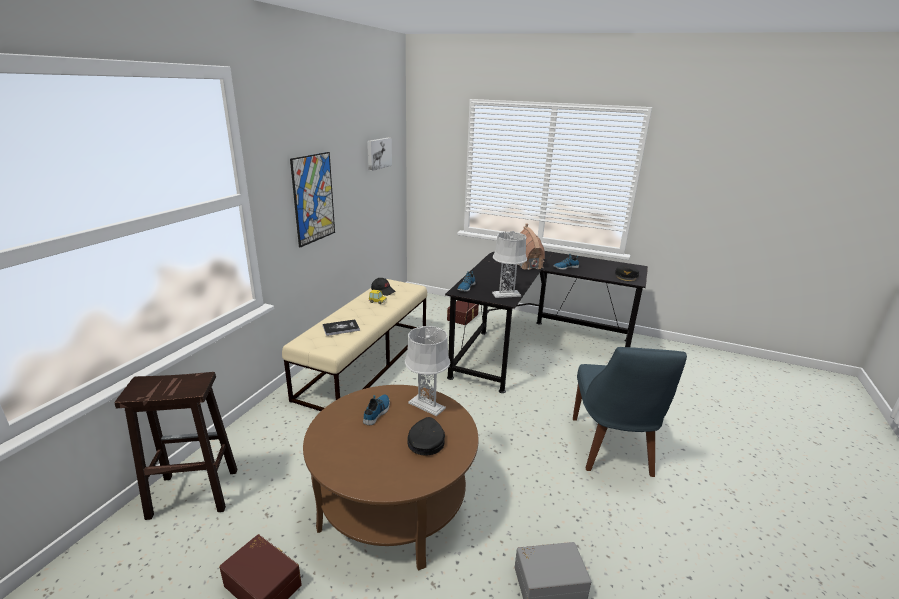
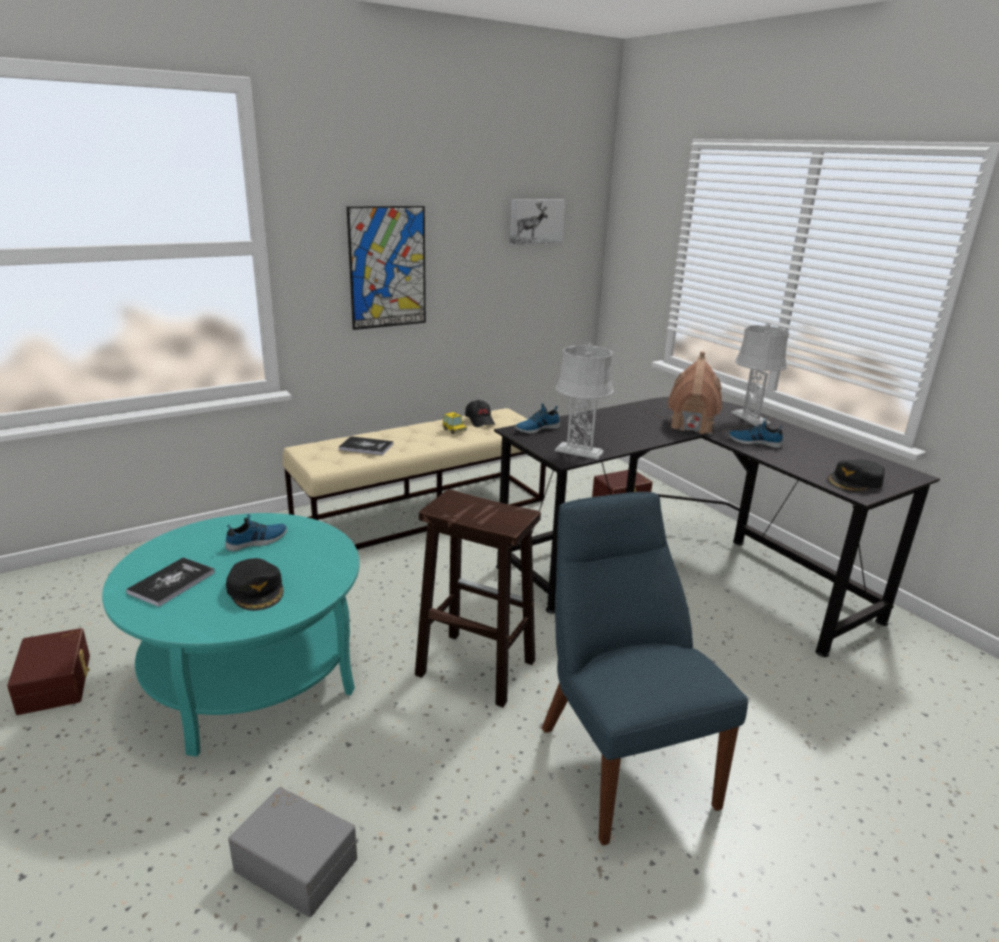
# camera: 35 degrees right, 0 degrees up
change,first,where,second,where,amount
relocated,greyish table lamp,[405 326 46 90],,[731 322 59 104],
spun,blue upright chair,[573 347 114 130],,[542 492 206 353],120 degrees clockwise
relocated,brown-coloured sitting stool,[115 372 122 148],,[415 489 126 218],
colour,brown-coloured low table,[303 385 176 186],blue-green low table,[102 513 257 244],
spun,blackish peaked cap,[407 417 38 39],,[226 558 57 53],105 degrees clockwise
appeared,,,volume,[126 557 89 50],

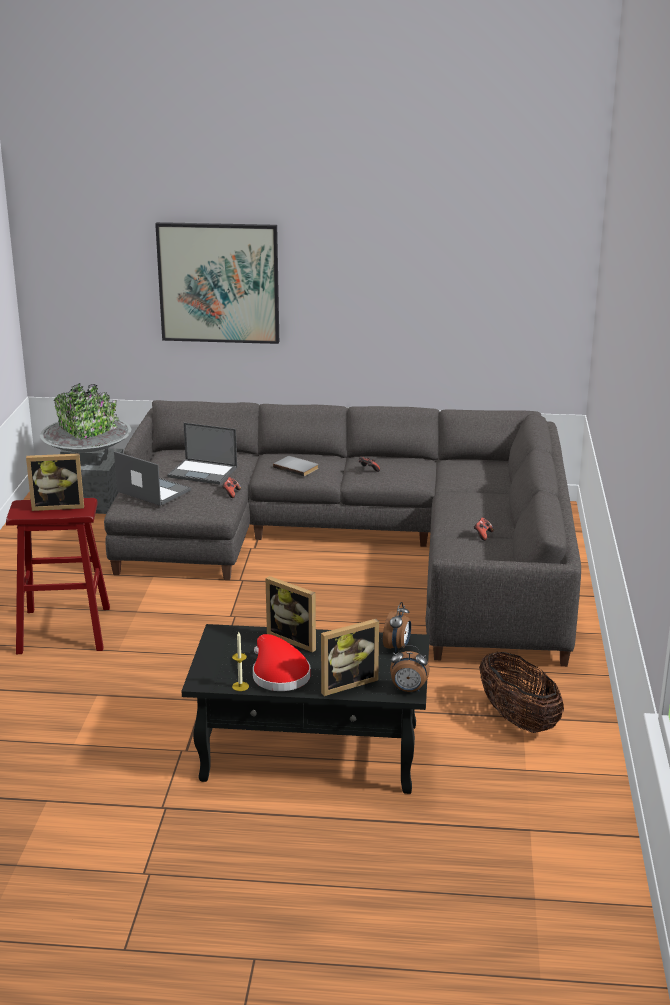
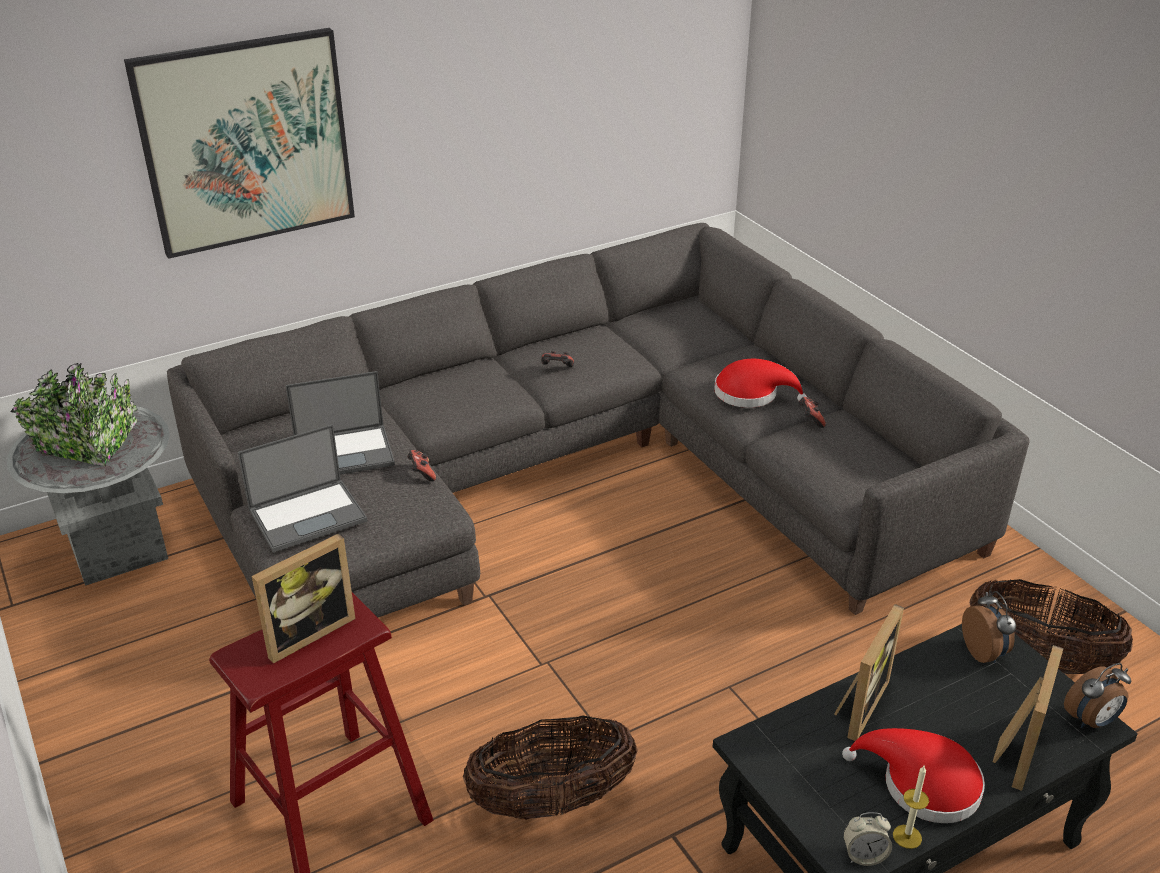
# camera: 35 degrees left, 10 degrees up
change,first,where,second,where,amount
spun,portable computer,[114 451 77 55],,[238 424 130 128],150 degrees clockwise
missing,greyish volume,[273 456 46 20],,,
spun,photo frame,[265 576 51 76],,[834 604 70 137],60 degrees counterclockwise
appeared,,,reddish hat,[714 359 93 49],
appeared,,,basket,[463 715 175 105],
appeared,,,table clock,[843 812 49 54],

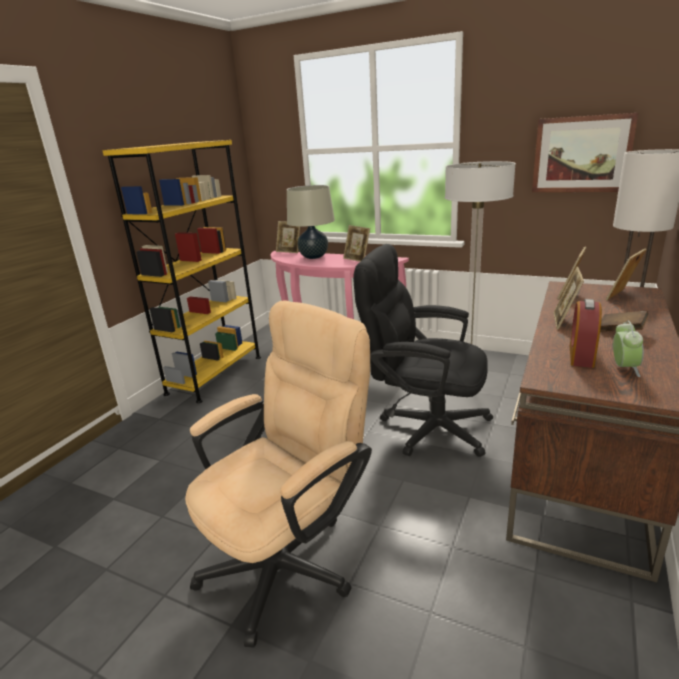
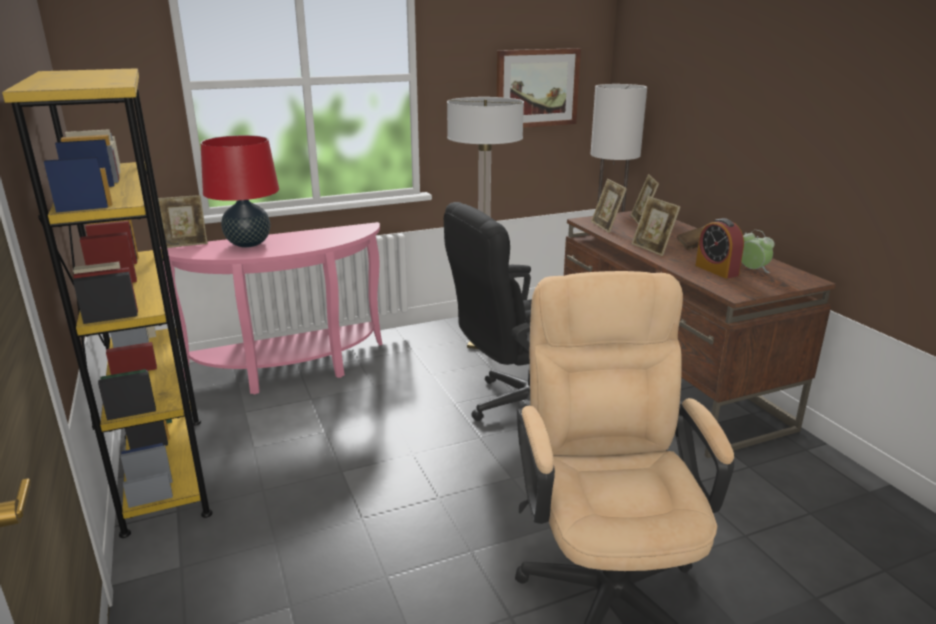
# camera: 50 degrees left, 0 degrees up
change,first,where,second,where,amount
colour,beige-coloured table lamp,[287 185 48 74],reddish table lamp,[200 135 79 113],
missing,photo frame,[343 225 27 37],,,

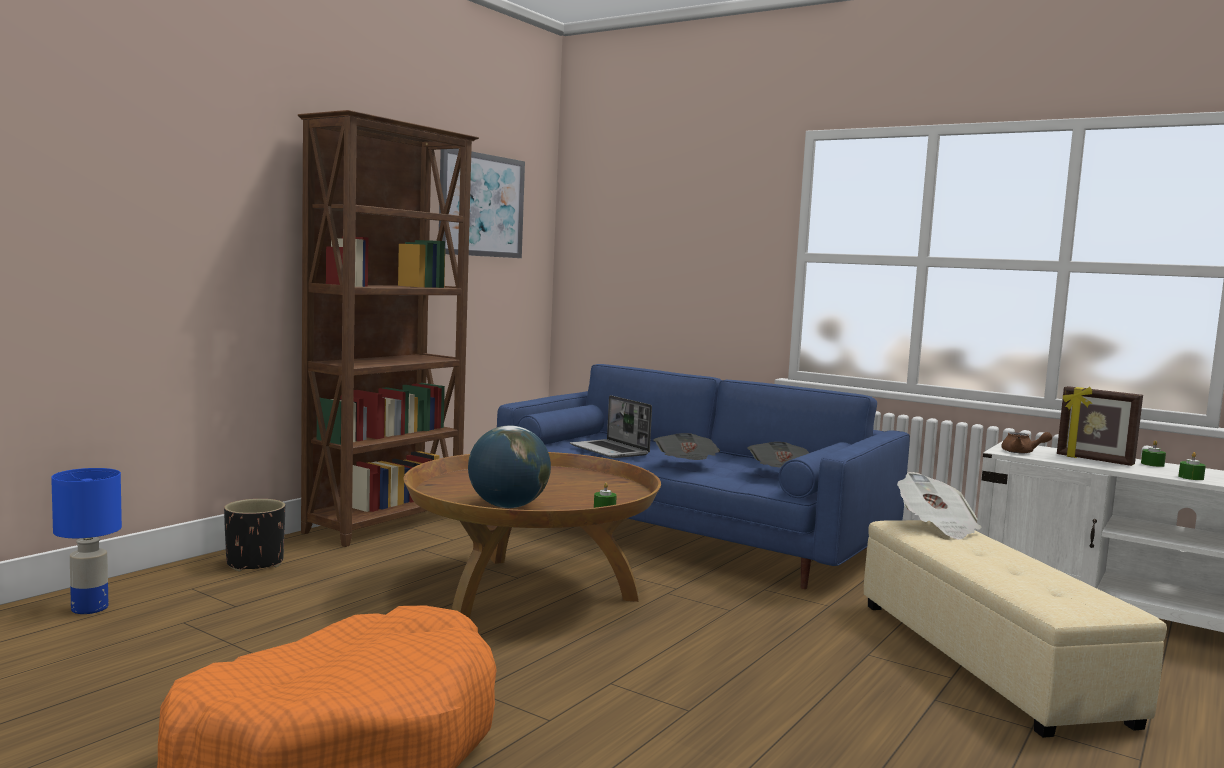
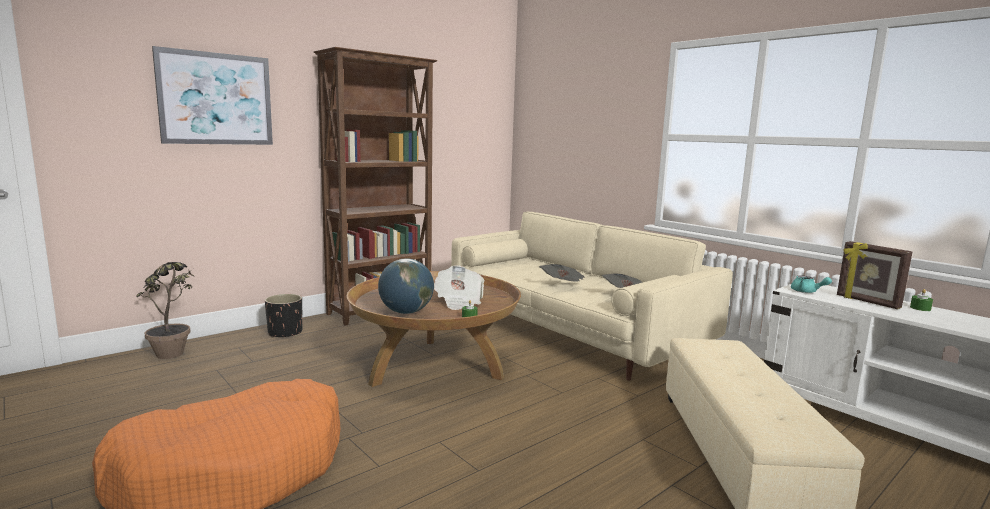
# camera: 15 degrees right, 5 degrees up
change,first,where,second,where,amount
relocated,picture,[439 149 86 109],,[152 46 121 99],
colour,blue settee,[497 364 413 225],beige-coloured settee,[451 212 282 168],
missing,portable computer,[570 395 82 63],,,
colour,brown-coloured pot for tea,[1001 432 51 22],blue-green pot for tea,[791 276 41 17],
missing,greenish wax light,[1178 452 28 28],,,
exchanged,blue table lamp,[51 468 71 146],potted plant,[136 262 58 97],
relocated,newspaper,[897 472 85 68],,[434 265 50 45],

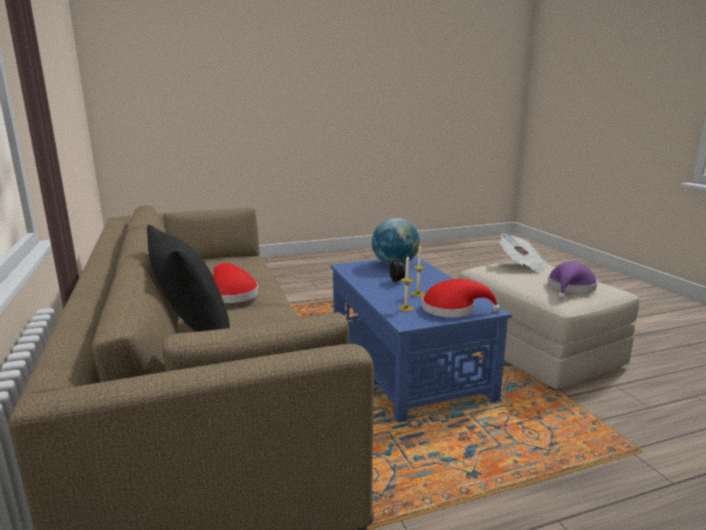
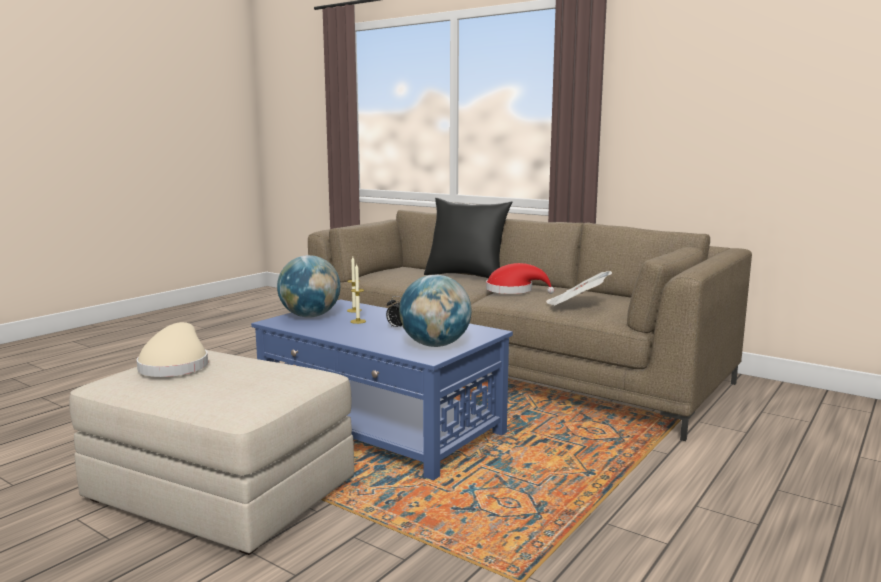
# camera: 145 degrees right, 5 degrees down
change,first,where,second,where,amount
relocated,newspaper,[499 234 49 39],,[546 271 66 35],
colour,purple-coloured hat,[548 261 49 39],beige-coloured hat,[137 322 71 55],
exchanged,reddish hat,[422 279 78 39],globe,[277 255 64 63],

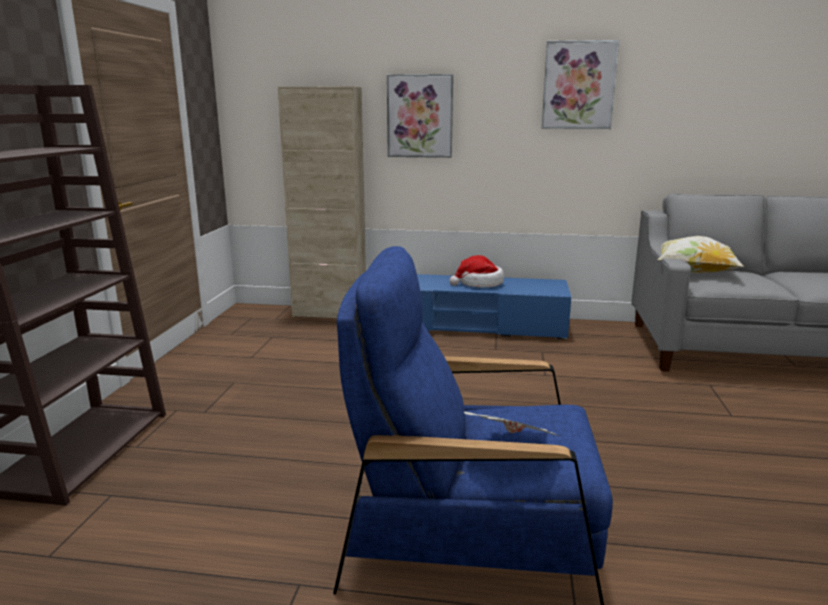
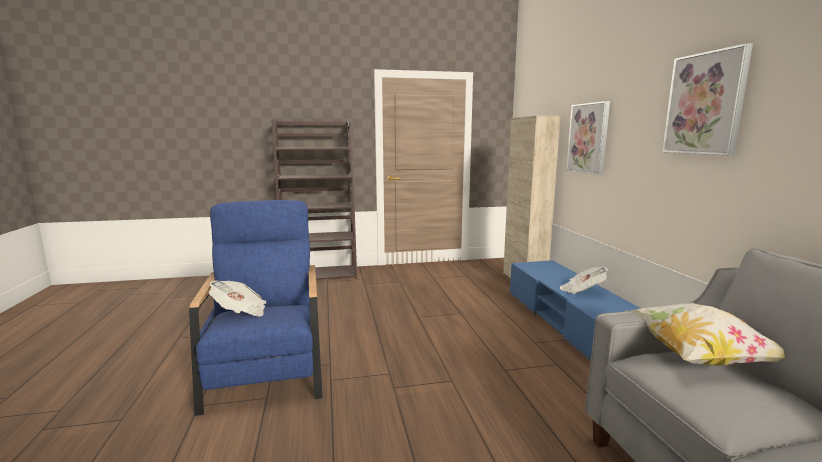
# camera: 70 degrees right, 5 degrees down
change,first,where,second,where,amount
exchanged,hat,[449 255 55 33],newspaper,[559 267 49 27],

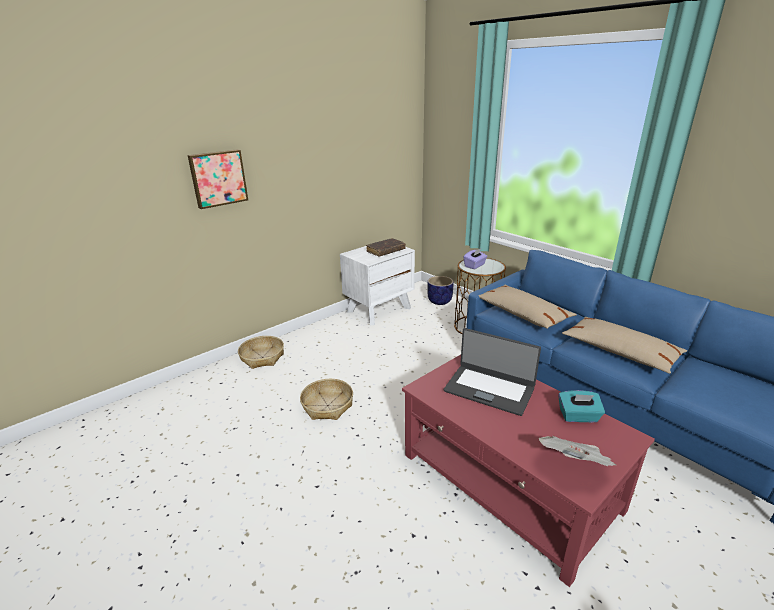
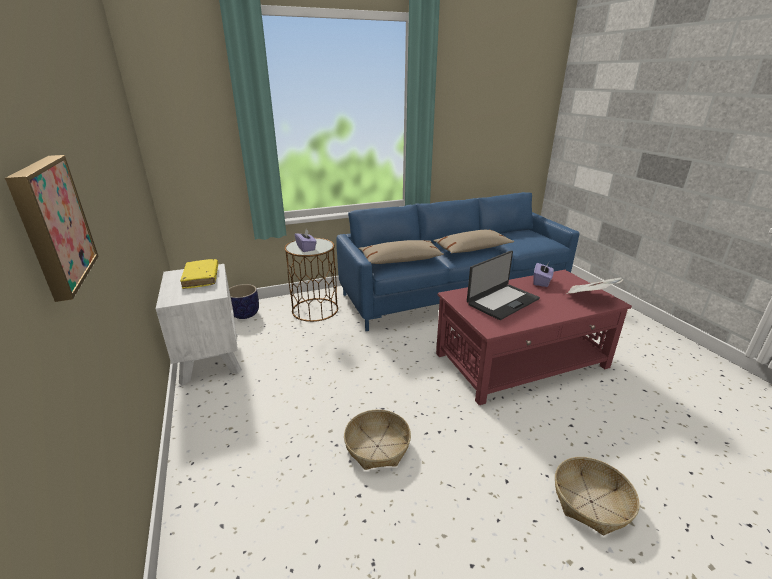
# camera: 70 degrees left, 0 degrees up
change,first,where,second,where,amount
colour,brown-coloured volume,[366 238 40 18],yellow volume,[180 259 38 30],
relocated,basket,[238 336 46 33],,[555 457 85 79],
colour,blue-green box of tissues,[558 390 47 32],purple-coloured box of tissues,[533 262 21 25],

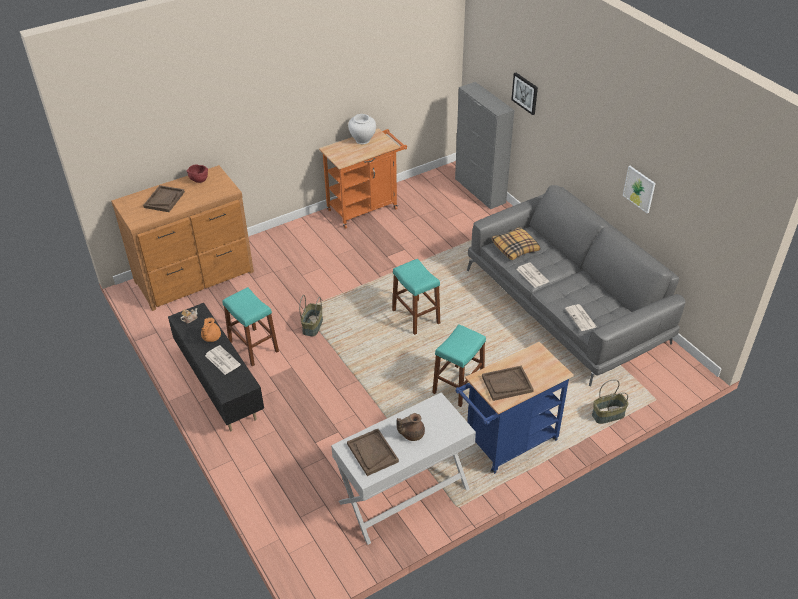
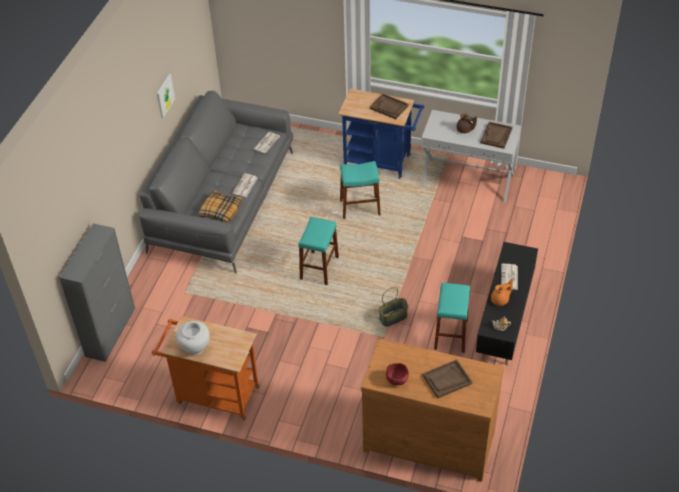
# camera: 130 degrees left, 5 degrees up
change,first,where,second,where,amount
missing,picture,[511 73 27 42],,,
missing,basket,[592 379 37 45],,,

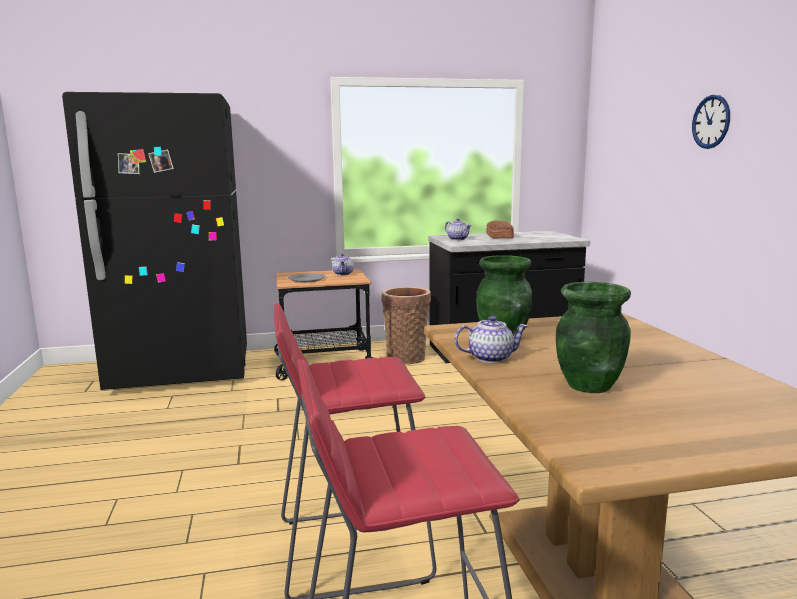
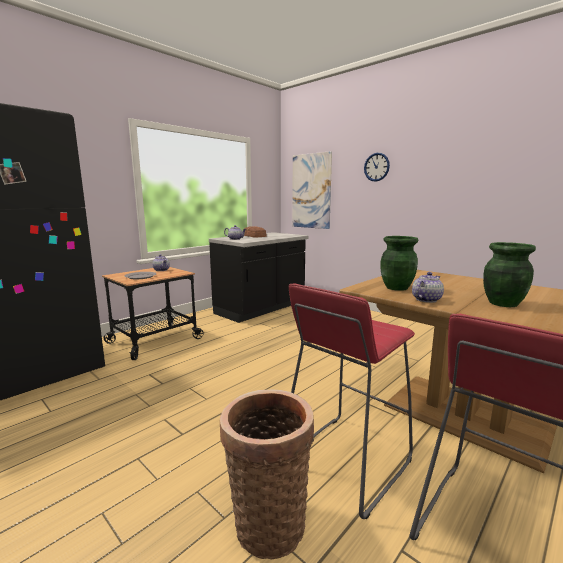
# camera: 35 degrees left, 0 degrees up
change,first,where,second,where,amount
relocated,basket,[382 287 49 78],,[220 390 94 169],
appeared,,,picture,[292 151 40 78],

